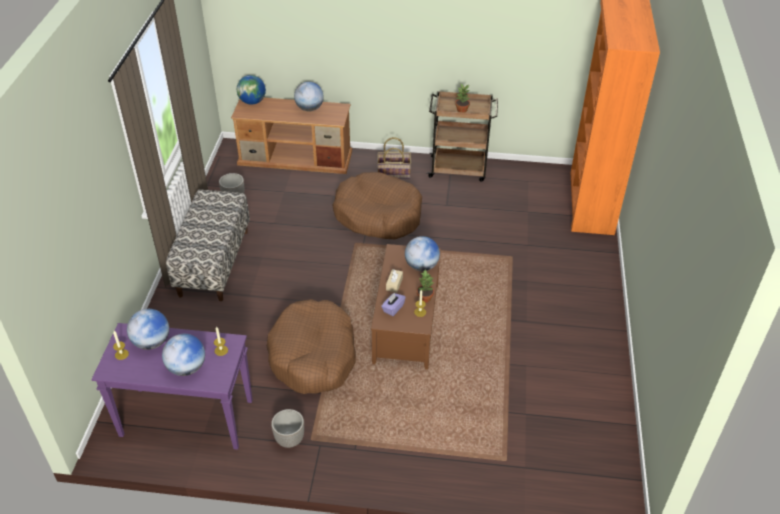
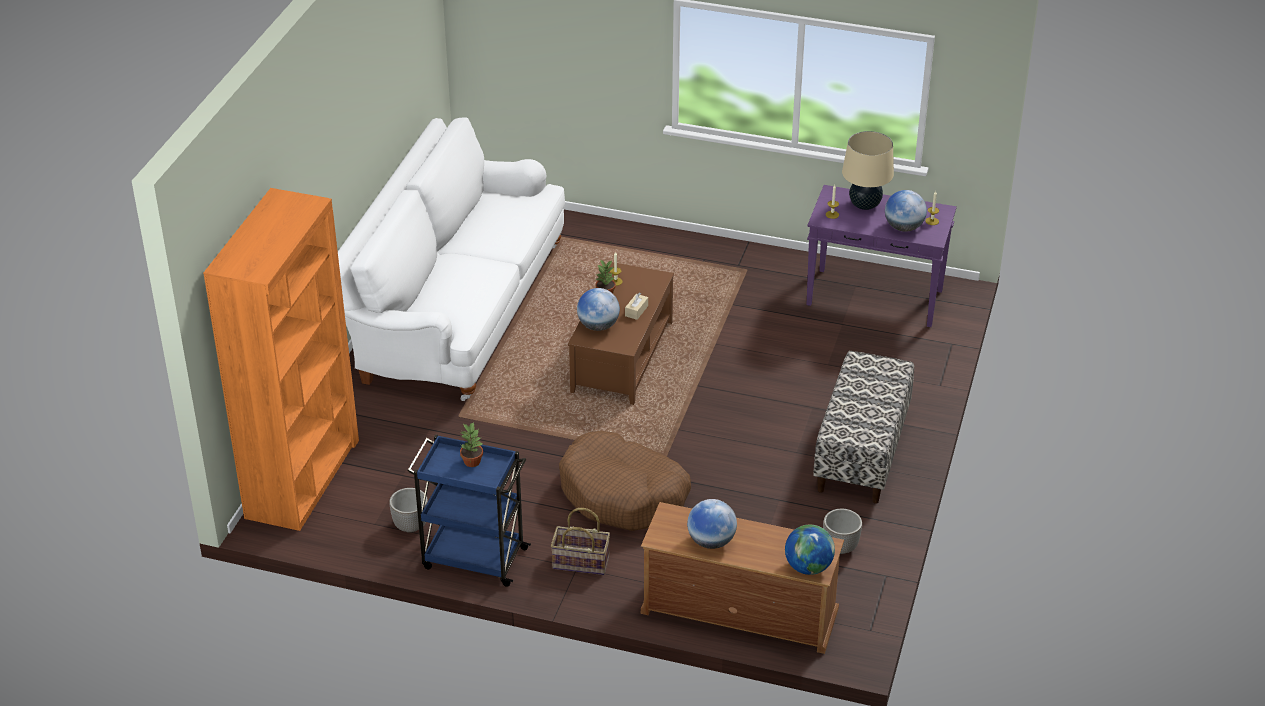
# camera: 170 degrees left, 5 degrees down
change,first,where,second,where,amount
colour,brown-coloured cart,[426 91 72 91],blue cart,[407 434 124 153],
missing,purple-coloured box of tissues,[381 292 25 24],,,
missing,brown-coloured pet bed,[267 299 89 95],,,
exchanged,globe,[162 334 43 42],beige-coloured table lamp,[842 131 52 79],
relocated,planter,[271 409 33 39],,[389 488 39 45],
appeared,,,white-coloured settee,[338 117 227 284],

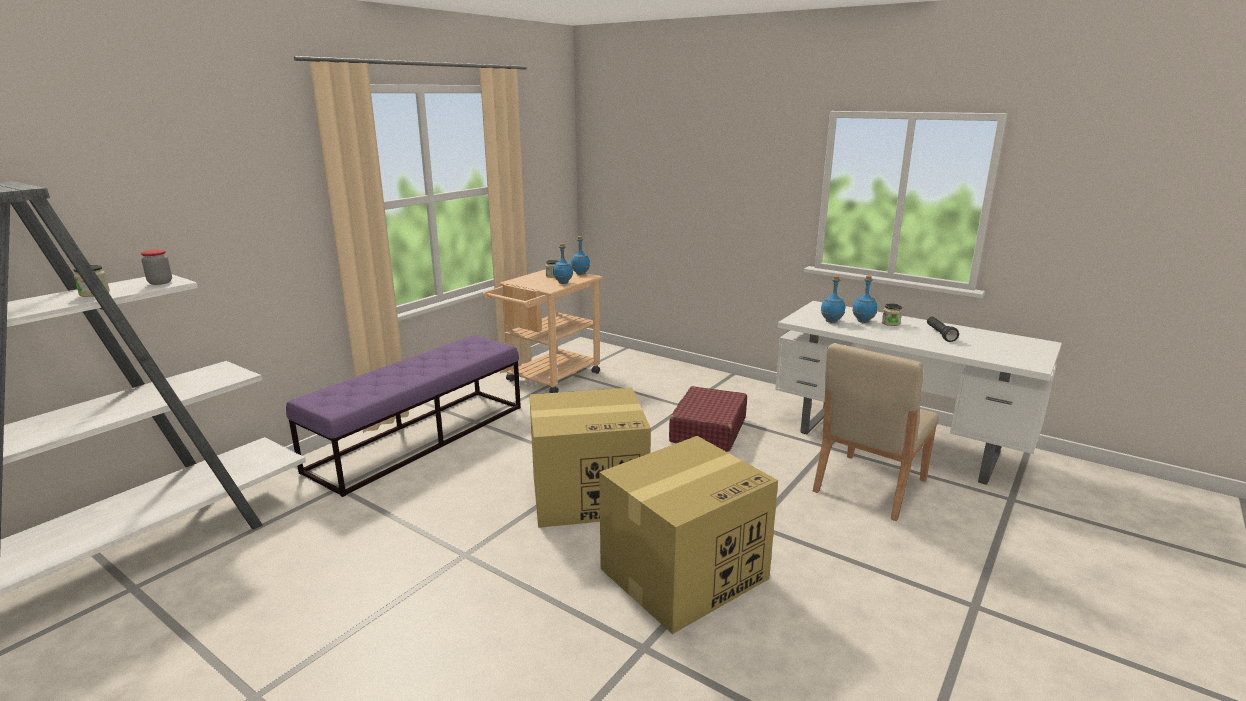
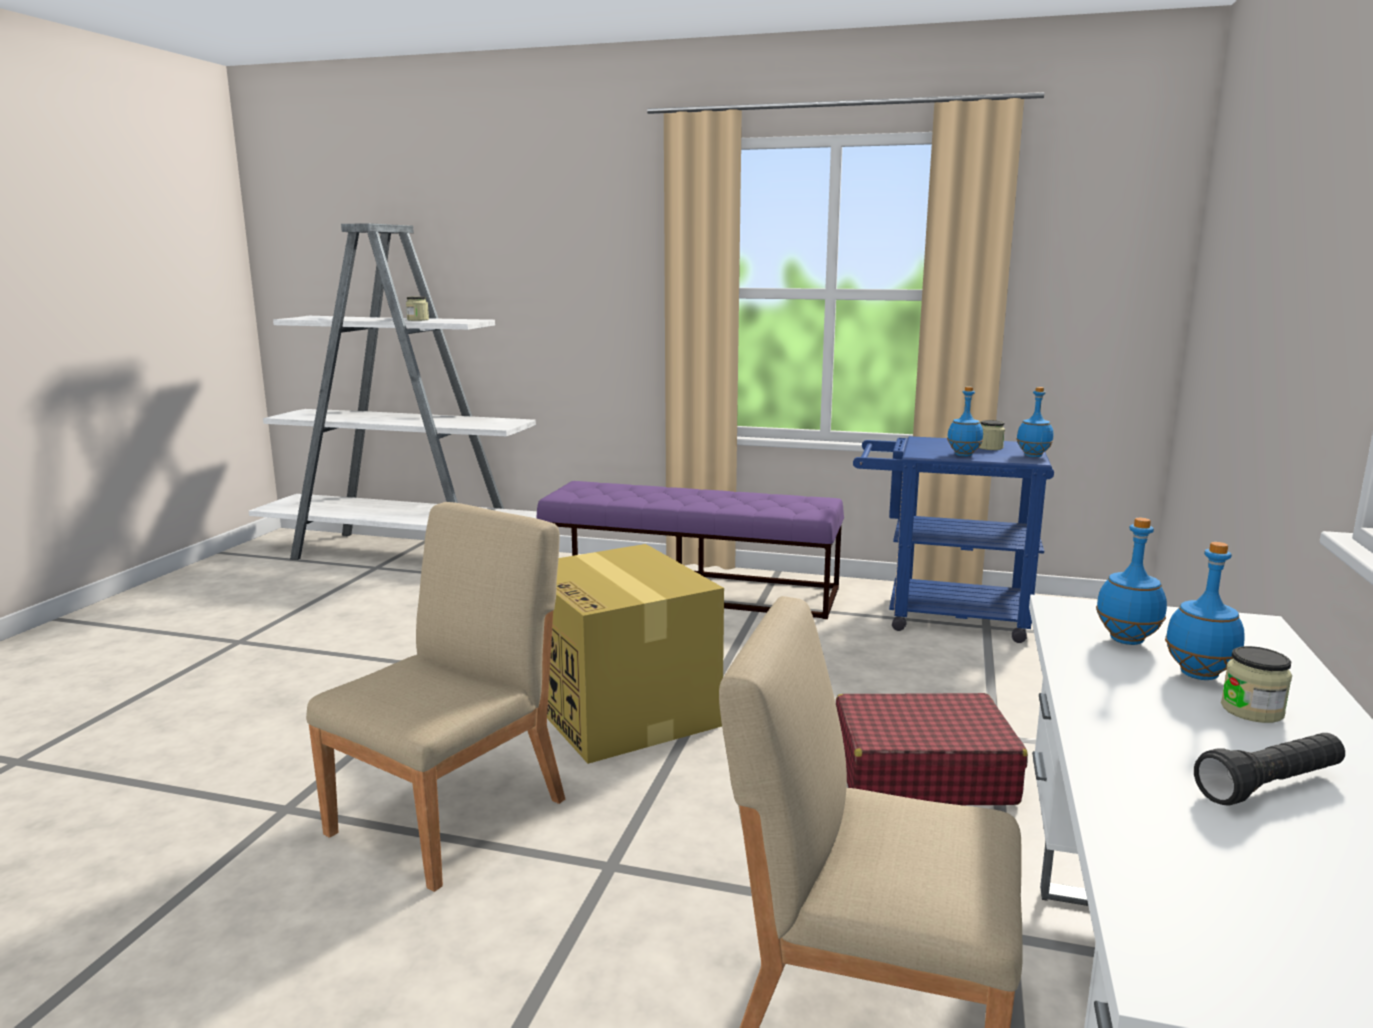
# camera: 70 degrees right, 5 degrees down
change,first,where,second,where,amount
missing,storage jar,[141 250 31 35],,,
colour,beige-coloured cart,[482 269 121 124],blue cart,[853 436 201 207],
exchanged,cardboard box,[599 436 179 198],beige-coloured upright chair,[306 502 259 390],

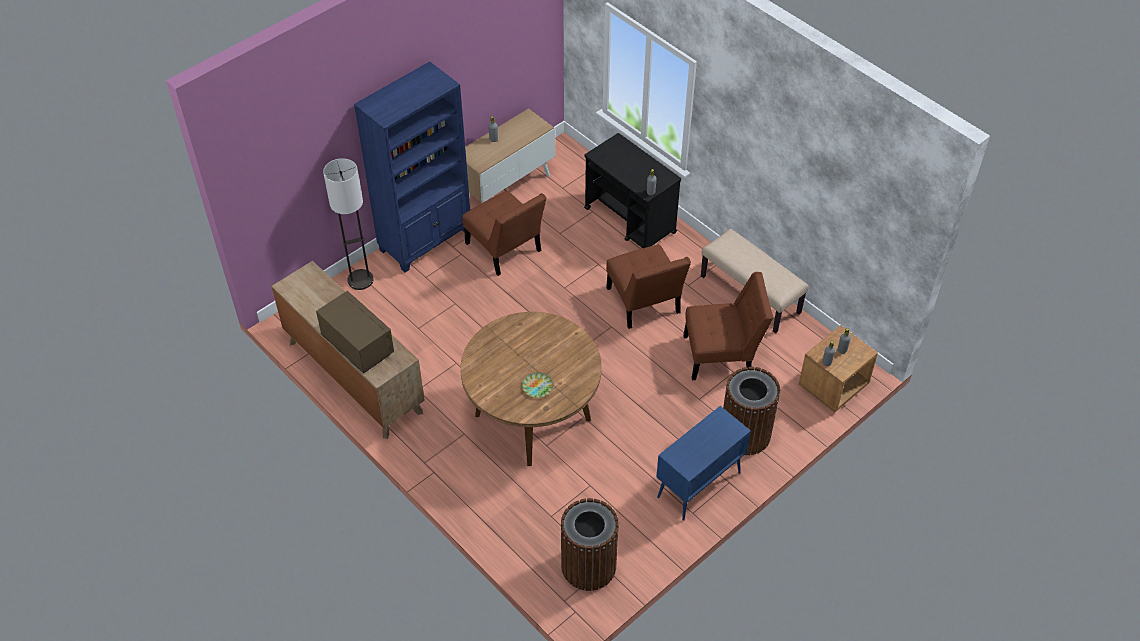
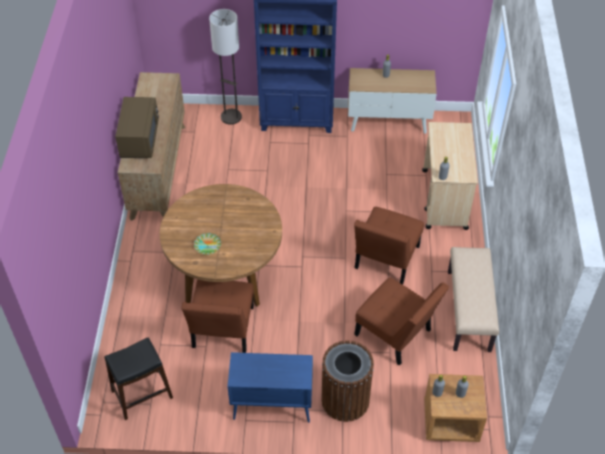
# camera: 45 degrees right, 0 degrees up
change,first,where,second,where,amount
colour,blackish cart,[584 133 97 115],beige-coloured cart,[422 122 56 108],
relocated,brown-coloured upright chair,[462 191 85 85],,[182 280 72 73],
exchanged,brown-coloured waste bin,[560 498 59 93],blackish sitting stool,[104 337 69 83],

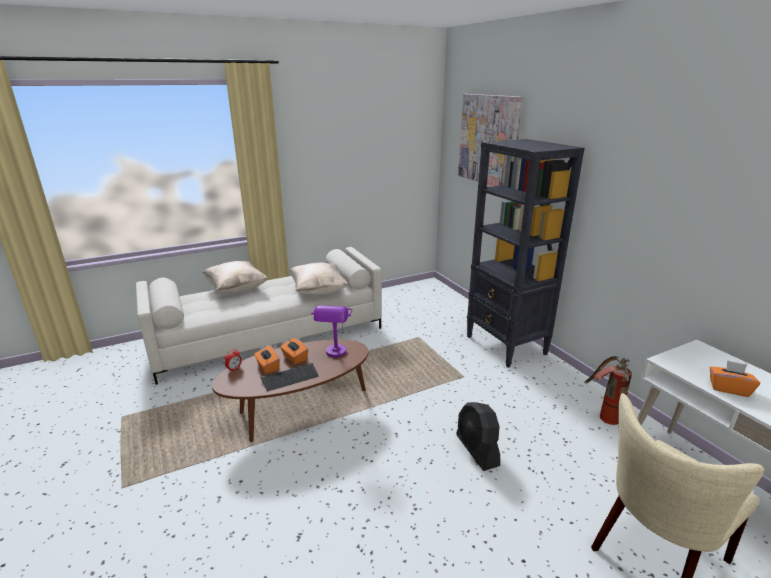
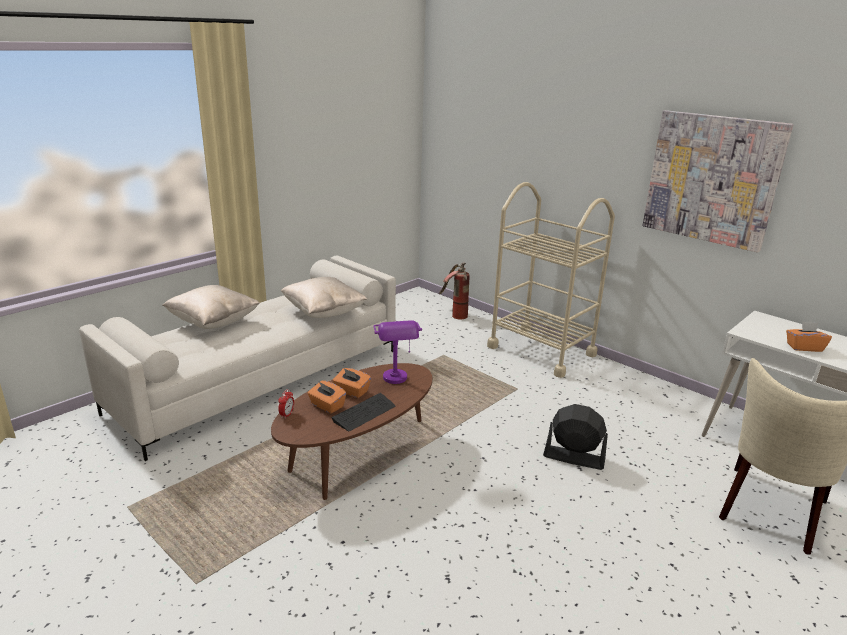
# camera: 20 degrees left, 0 degrees up
change,first,where,second,where,amount
relocated,picture,[458 94 65 92],,[642 110 152 143],
exchanged,blackish bookshelf,[467 139 118 229],beige-coloured cart,[487 182 128 196],
relocated,extinguisher,[584 356 48 69],,[439 262 31 57],
spun,blackish cooling fan,[456 402 44 69],,[543 404 65 66],150 degrees clockwise

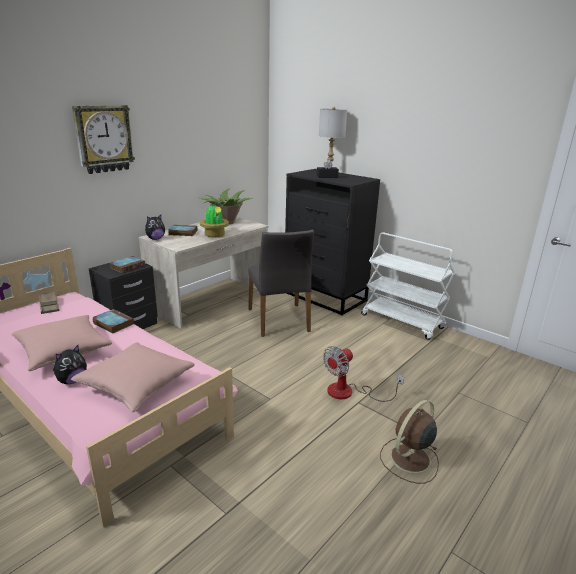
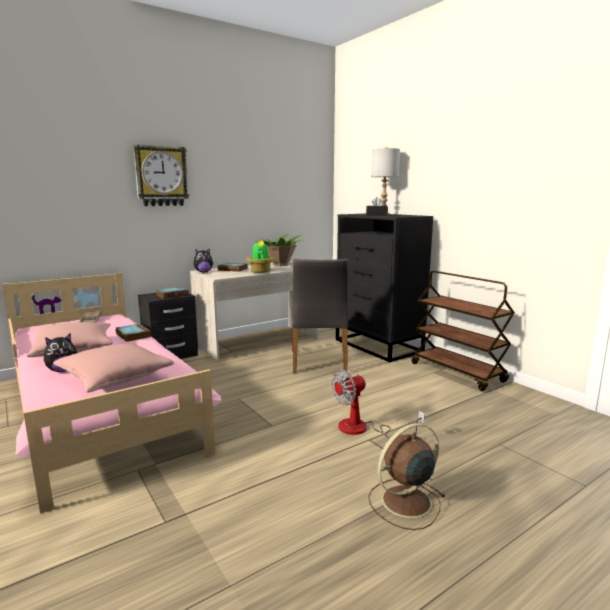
# camera: 15 degrees right, 10 degrees down
change,first,where,second,where,amount
colour,white-coloured cart,[361 232 94 108],brown-coloured cart,[412 271 103 120],

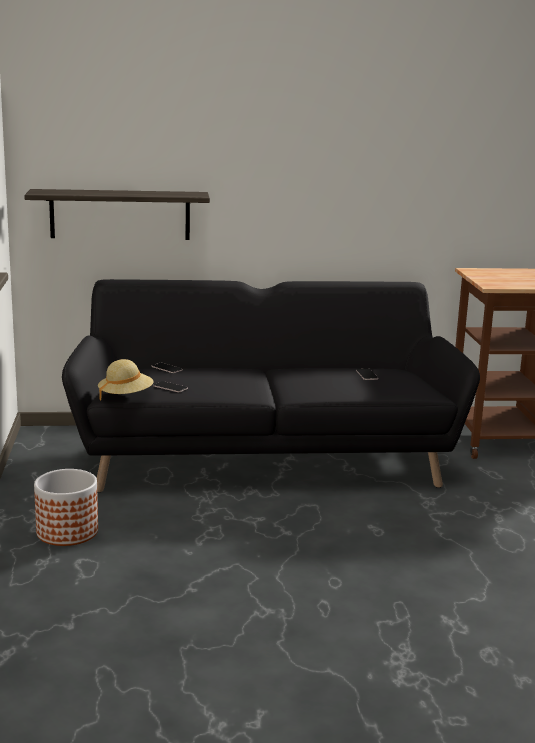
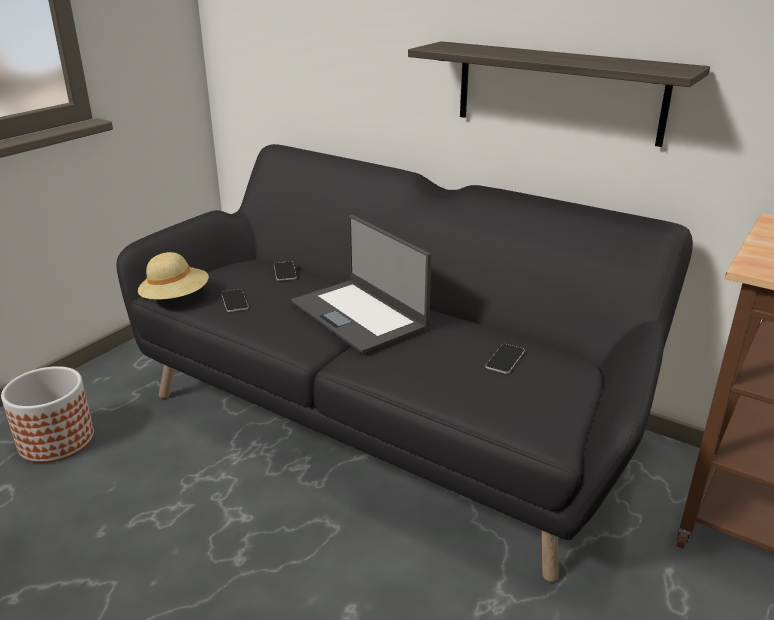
# camera: 40 degrees right, 10 degrees up
change,first,where,second,where,amount
relocated,bracket shelf,[24 189 186 51],,[408 41 302 106],
appeared,,,portable computer,[291 215 140 139],

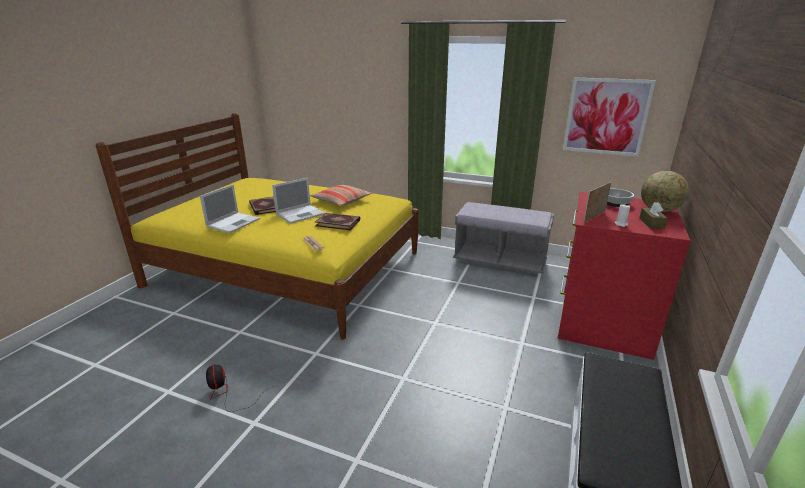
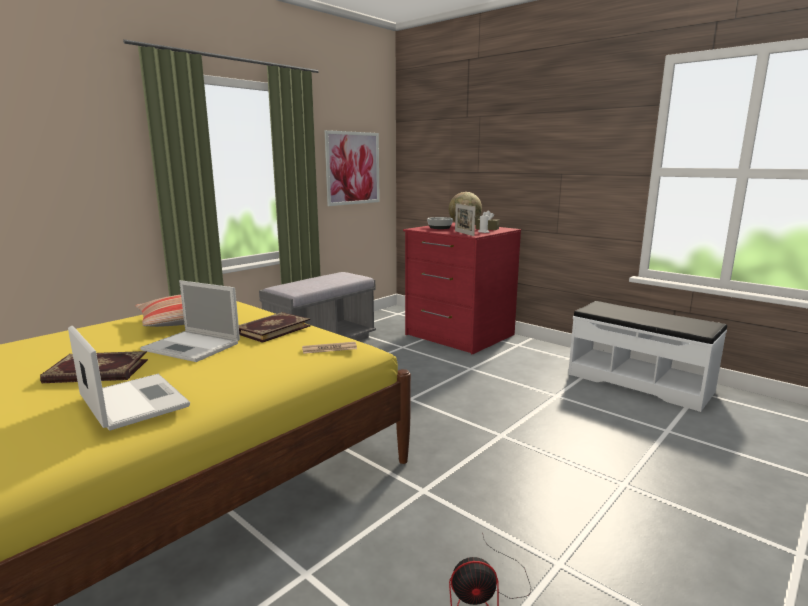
# camera: 70 degrees left, 10 degrees down
change,first,where,second,where,amount
spun,portable computer,[272 178 53 46],,[140 280 100 82],135 degrees clockwise

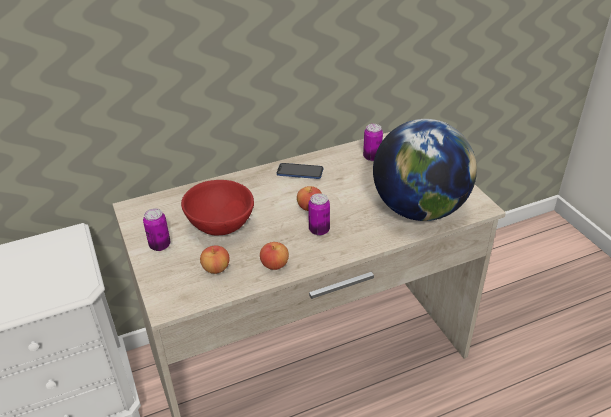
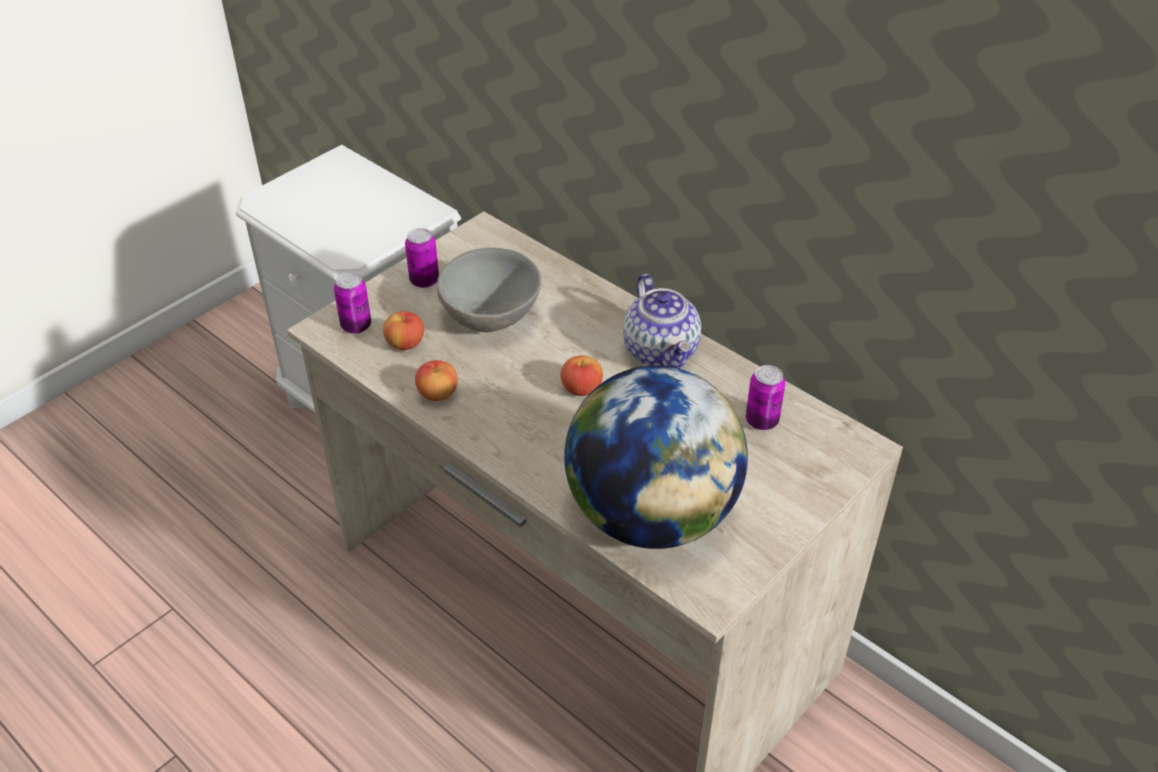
# camera: 65 degrees right, 5 degrees up
change,first,where,second,where,amount
exchanged,telephone,[277 163 46 16],pot for tea,[623 274 78 95],
colour,reddish deep dish,[181 180 73 55],greyish deep dish,[437 248 104 84],
relocated,metal can,[308 193 22 42],,[334 272 37 62],

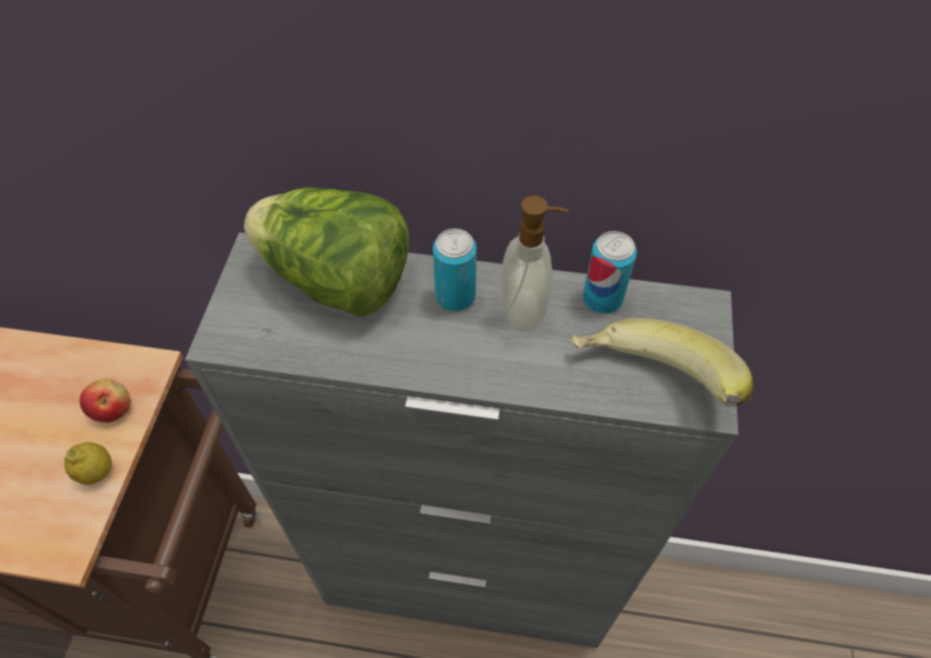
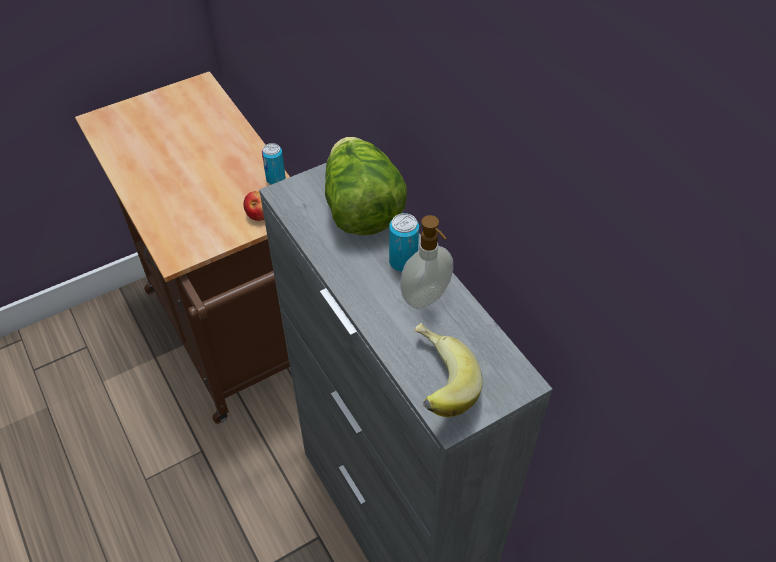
# camera: 50 degrees right, 5 degrees down
change,first,where,second,where,amount
relocated,metal can,[583 231 54 83],,[262 143 24 42],
missing,whole lemon,[64 442 48 43],,,

